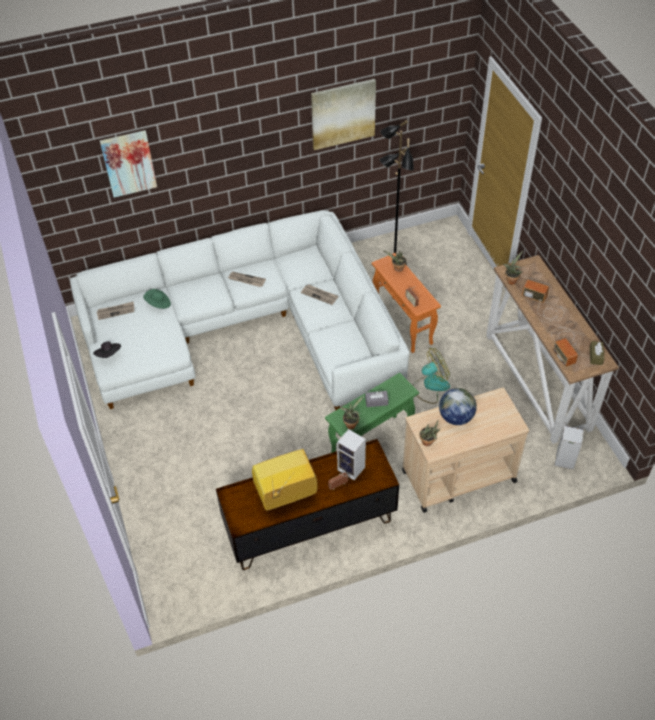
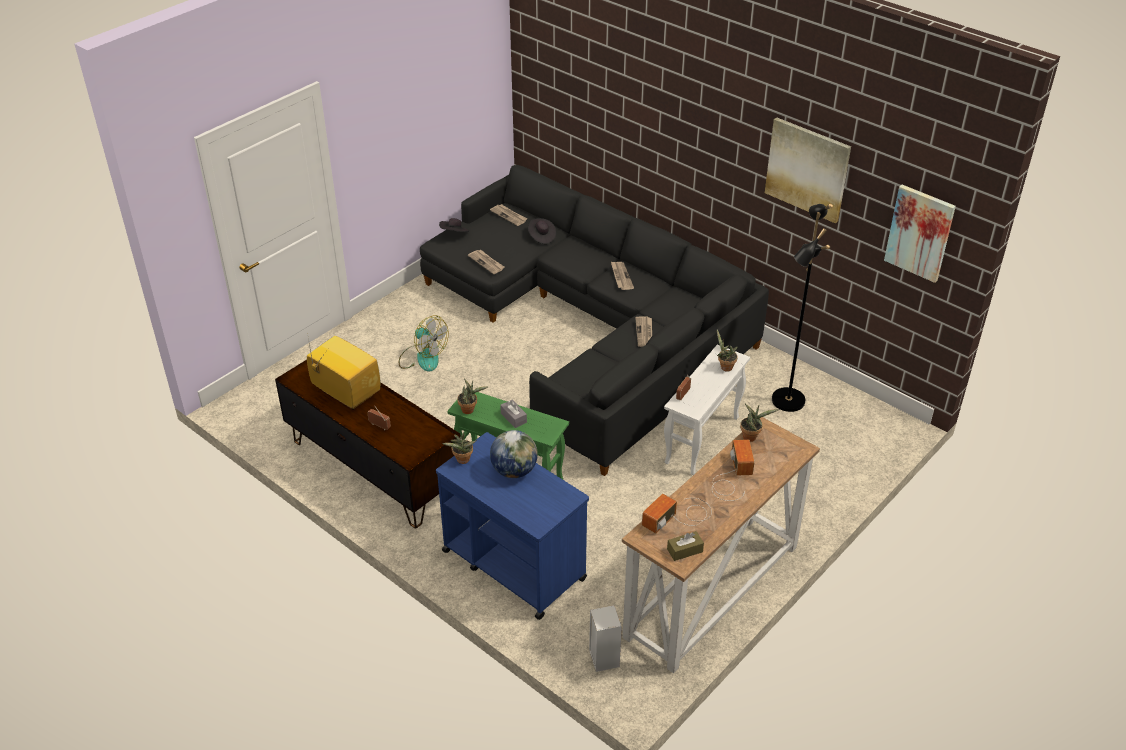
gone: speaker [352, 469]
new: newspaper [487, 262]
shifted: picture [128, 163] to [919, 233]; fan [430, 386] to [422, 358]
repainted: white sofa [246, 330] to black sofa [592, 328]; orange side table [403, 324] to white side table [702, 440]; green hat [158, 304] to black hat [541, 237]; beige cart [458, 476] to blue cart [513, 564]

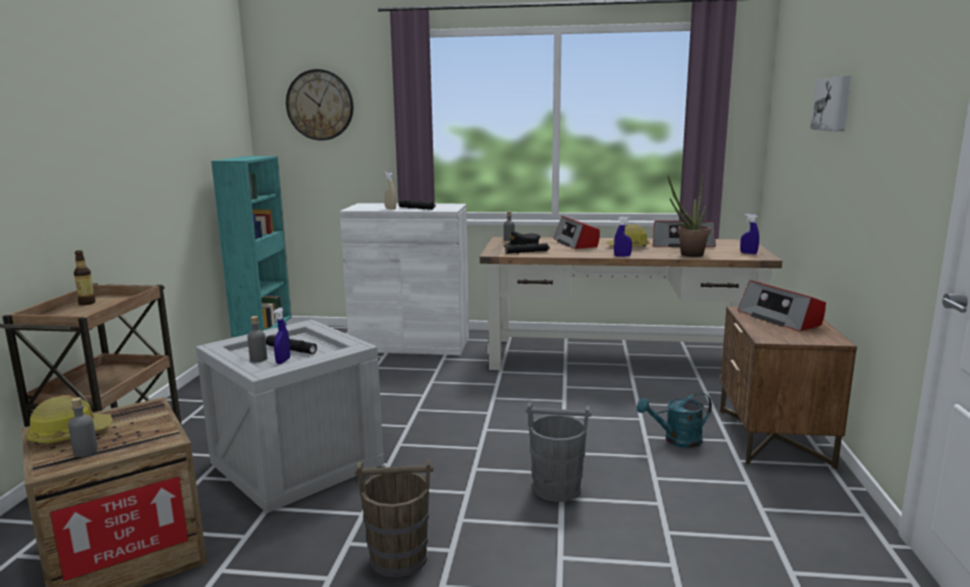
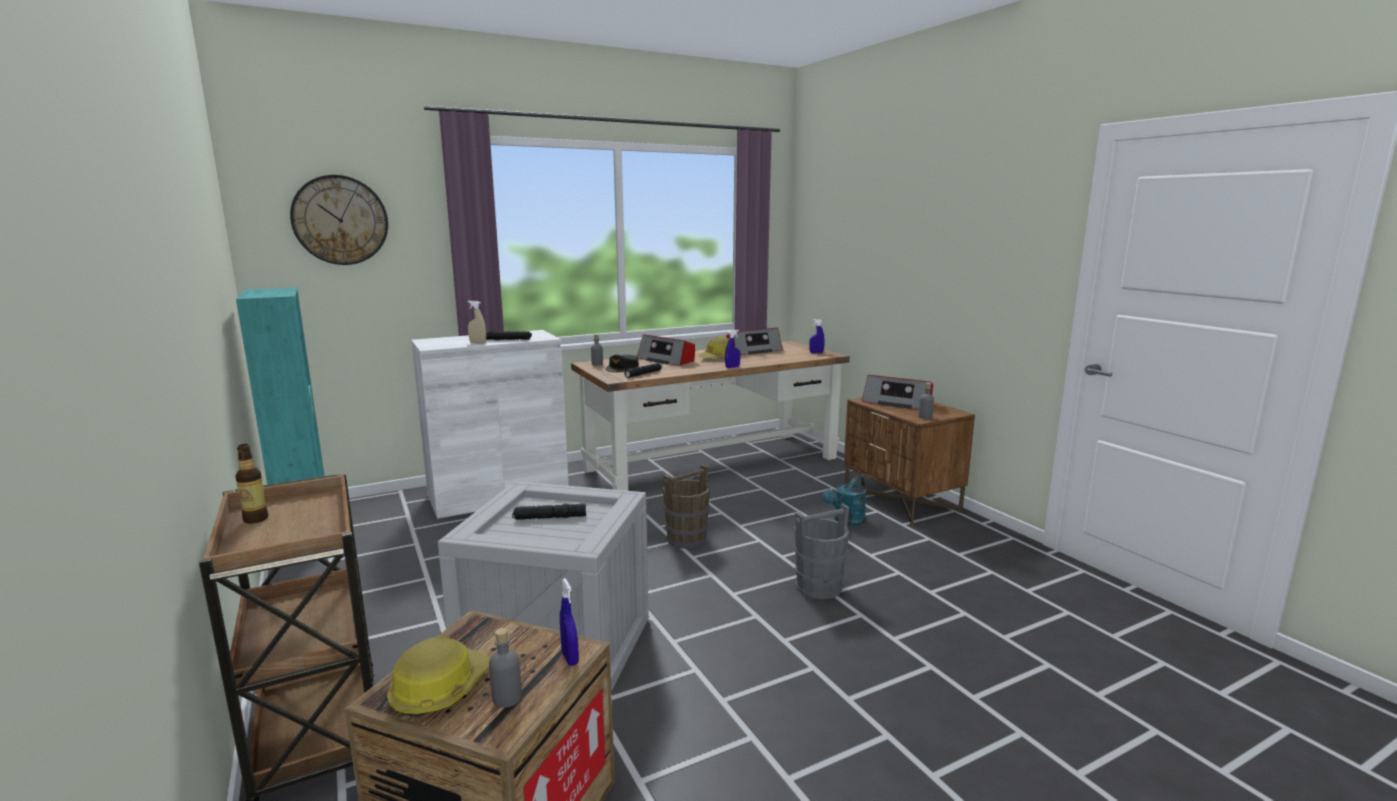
gone: picture [833, 104]; potted plant [688, 255]
shifted: blue spray bottle [283, 361] to [570, 658]; grey bottle [258, 359] to [925, 417]; brown bucket [399, 558] to [687, 539]

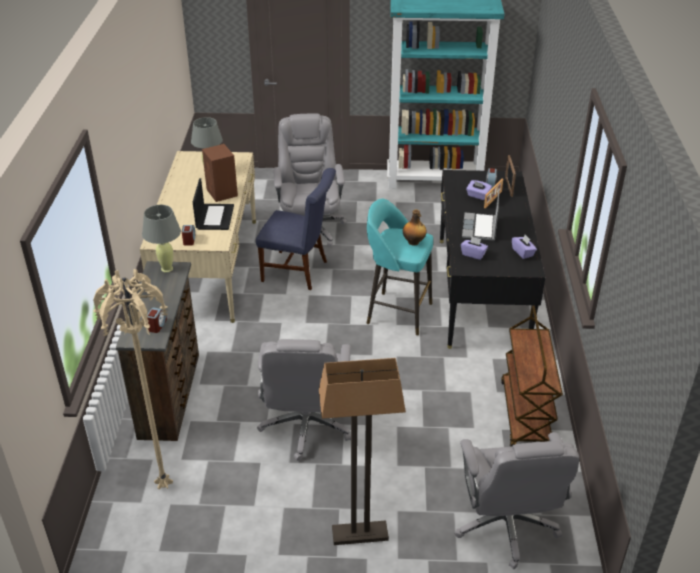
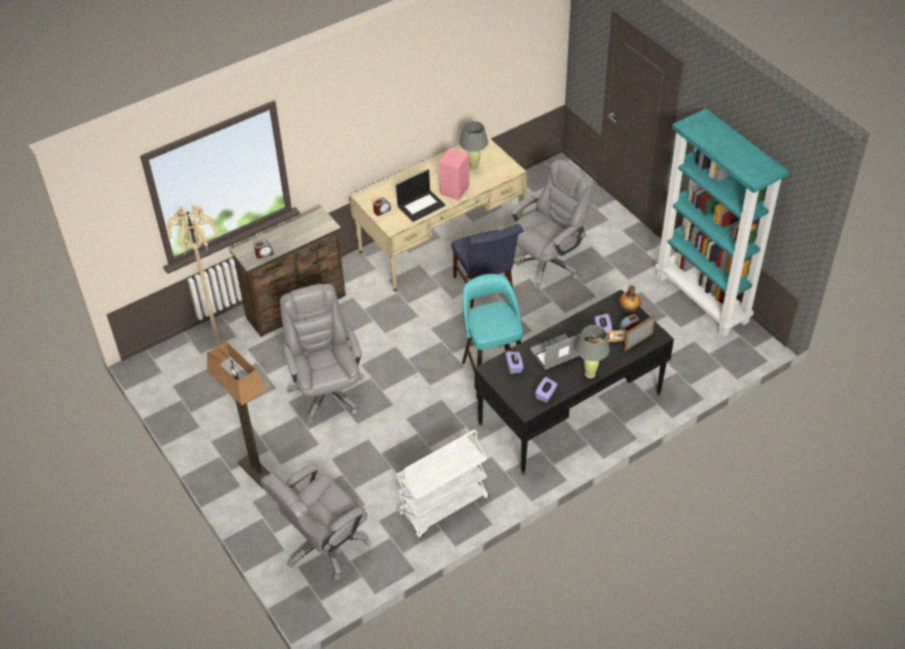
shifted: grey table lamp [167, 269] to [590, 374]; bottle [414, 242] to [628, 310]
repainted: brown speaker [222, 193] to pink speaker [454, 190]; brown cart [526, 415] to white cart [443, 507]
rotated: grey office chair [306, 426] = [326, 391] 105 degrees clockwise

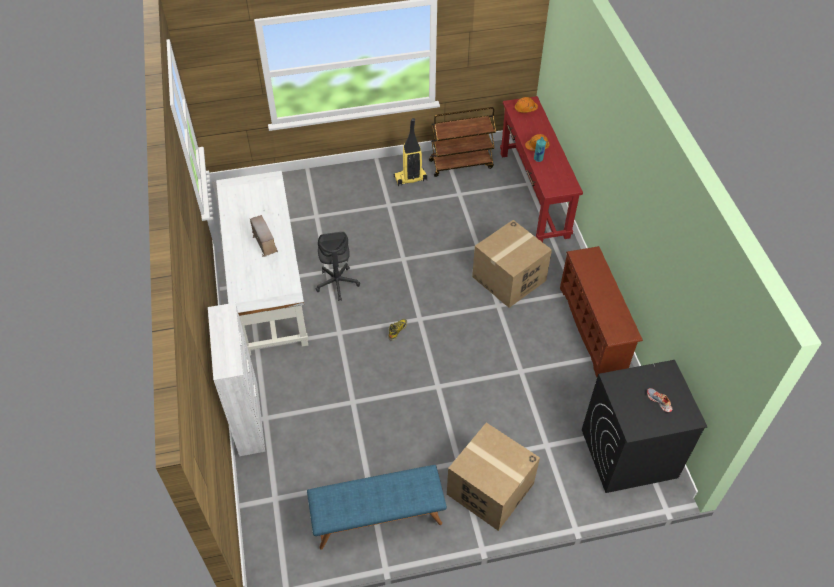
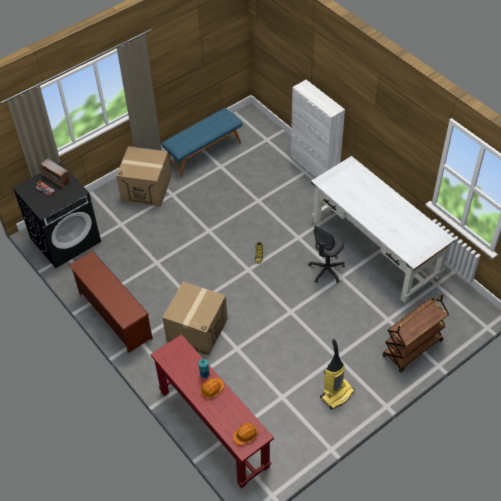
shifted: brown cart [461, 164] to [412, 349]; radio [264, 242] to [57, 178]
rotated: grey office chair [337, 283] = [326, 270] 105 degrees counterclockwise

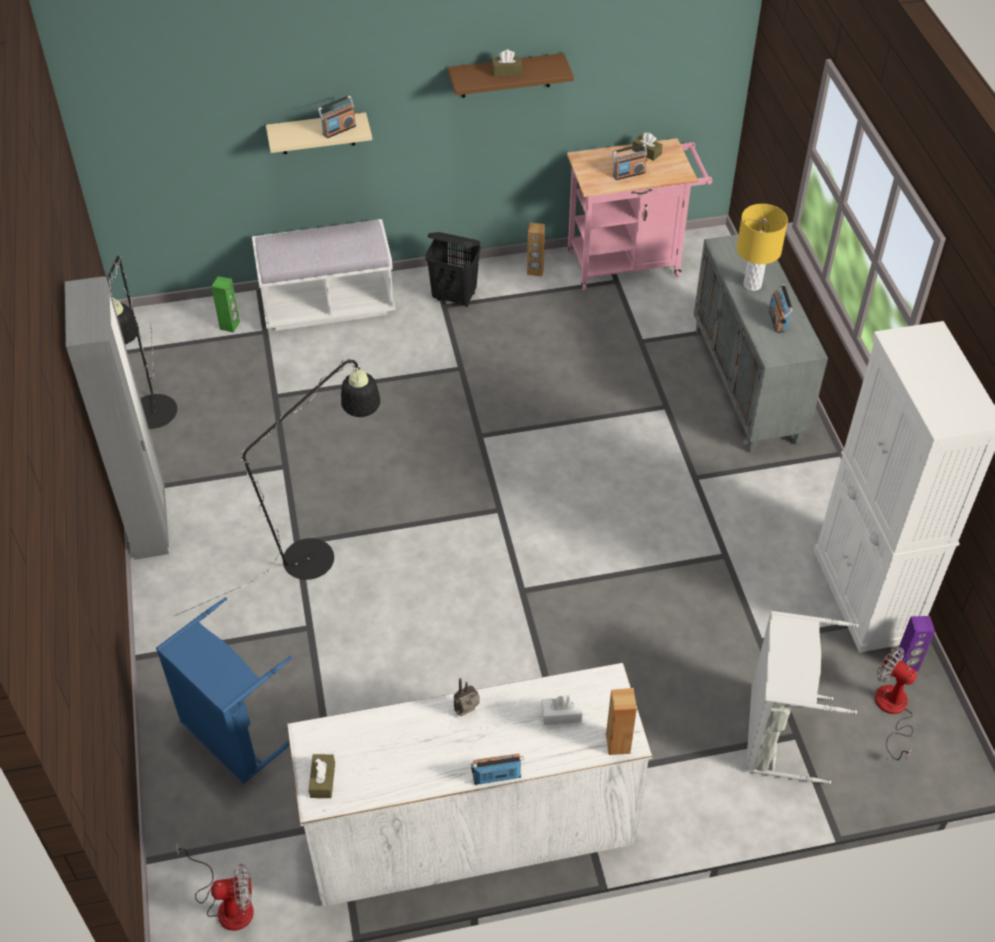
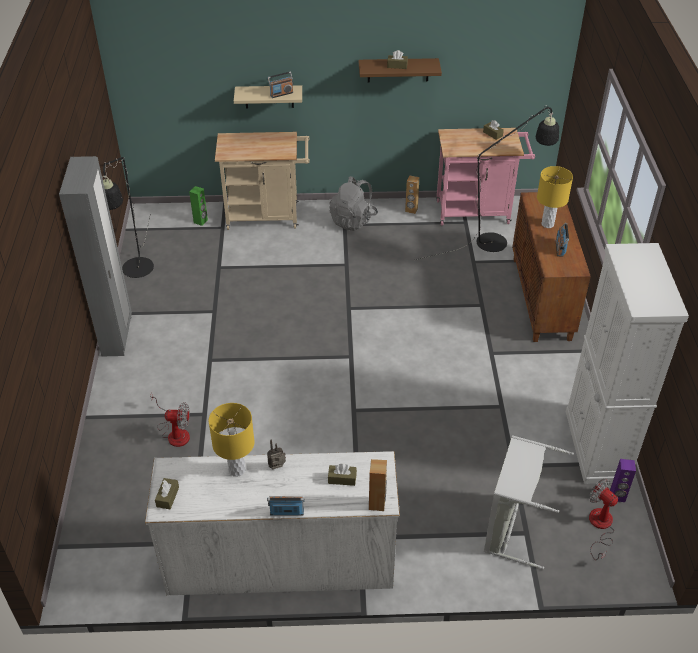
gone: radio [628, 174]; blue laundry basket [233, 735]
new: yellow table lamp [237, 469]
shifted: black floor lamp [321, 553] to [499, 240]; fan [227, 904] to [175, 432]
swapped: white bench [328, 305] to beige cart [267, 216]; black laundry basket [455, 297] to grey backpack [353, 220]
repainted: grey cabinet [747, 386] to brown cabinet [542, 299]; white tissue box [561, 715] to brown tissue box [342, 479]

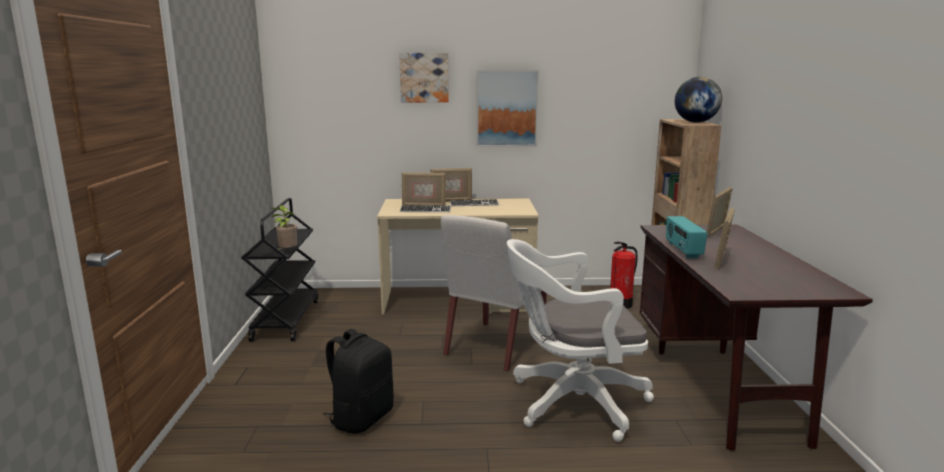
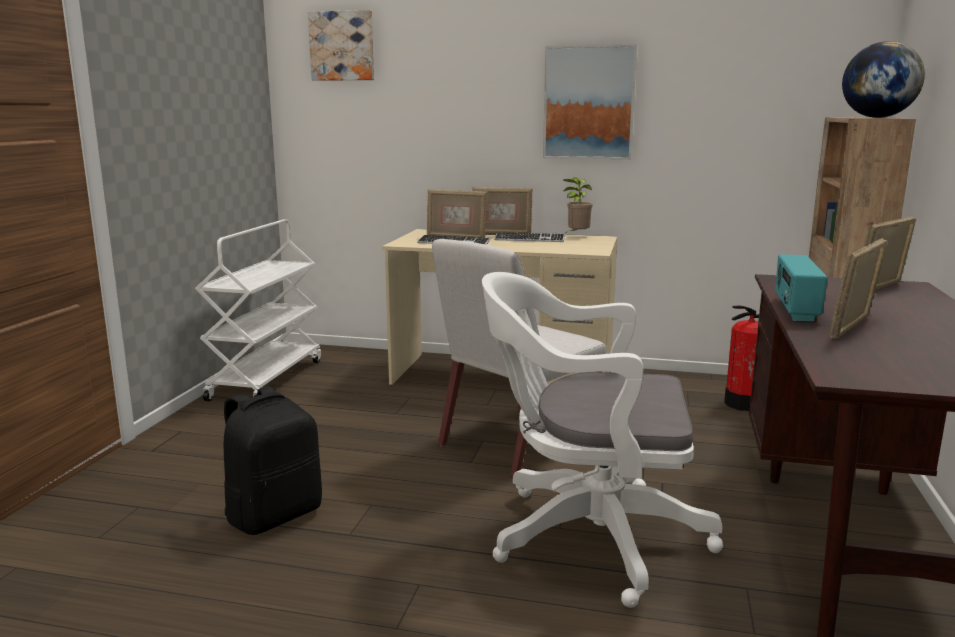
shifted: picture [424, 77] to [342, 46]; potted plant [287, 252] to [577, 236]
repainted: black cart [285, 319] to white cart [266, 379]

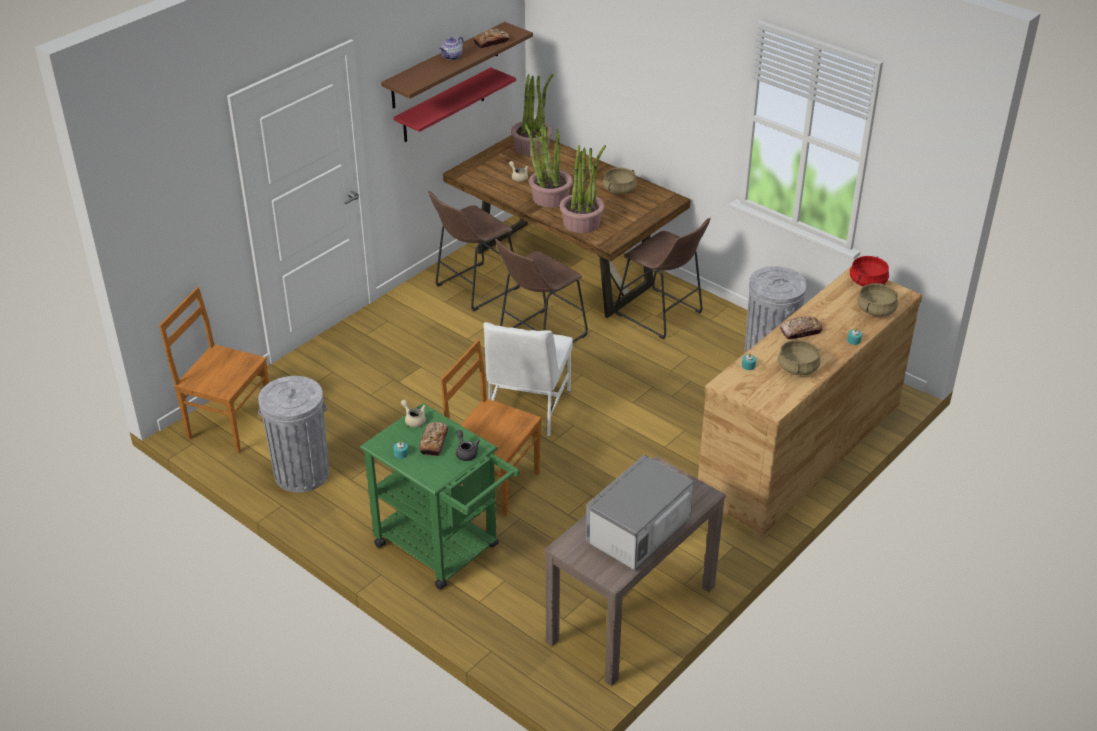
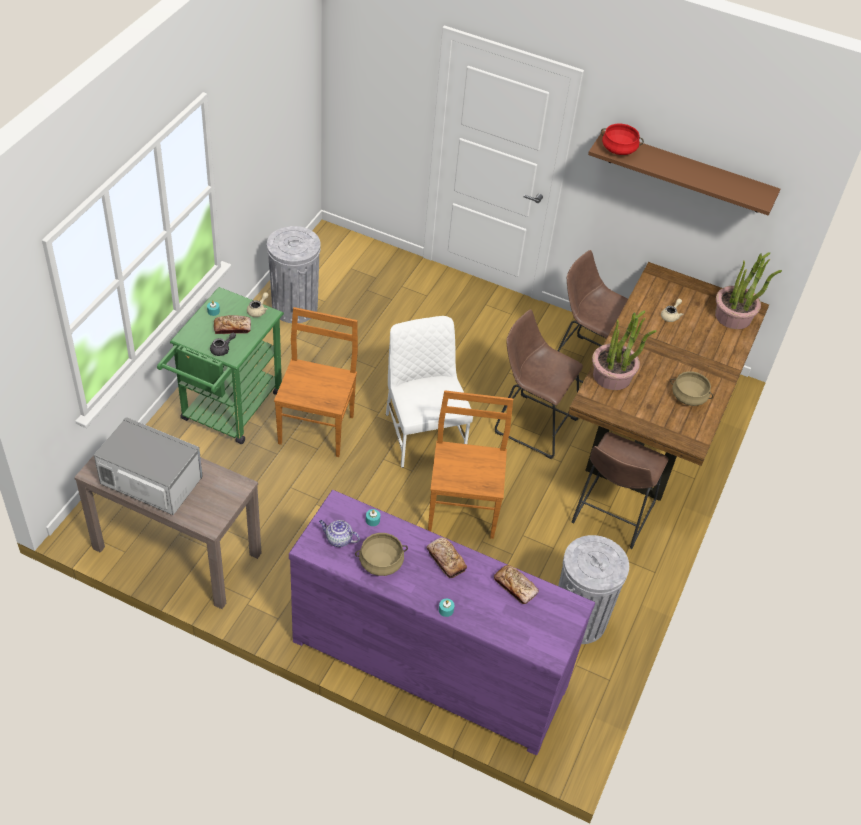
gone: red shelf [444, 106]; potted plant [550, 197]; beige cooking pot [875, 310]
shifted: bread [491, 42] to [515, 587]; teapot [452, 57] to [338, 539]; red cooking pot [867, 282] to [619, 149]; brown chair [228, 424] to [463, 509]
repainted: brown dresser [798, 453] to purple dresser [429, 662]
rotated: white chair [527, 409] = [423, 433] 75 degrees clockwise

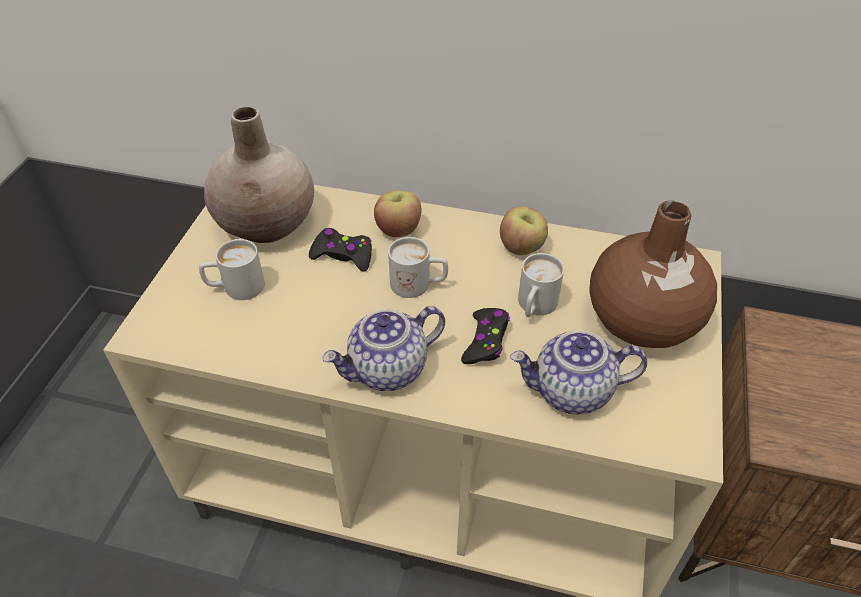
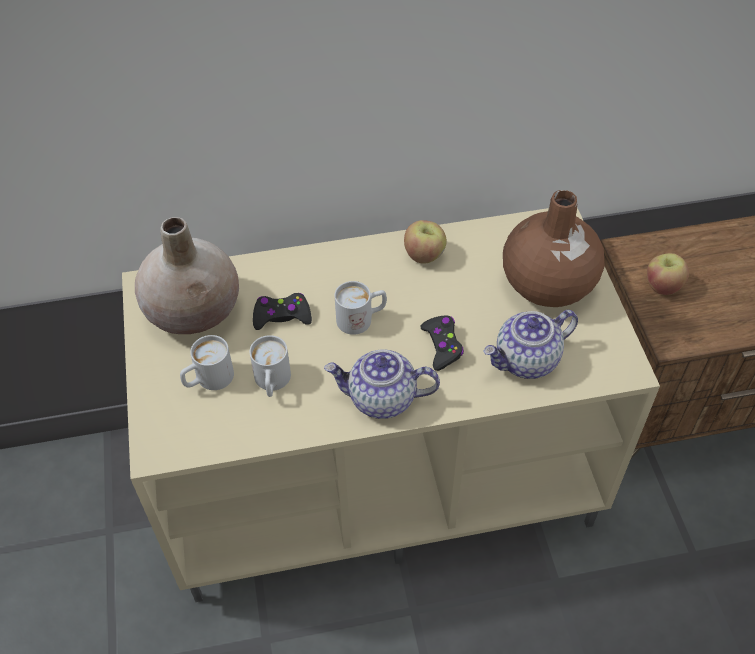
shifted: apple [398, 229] to [662, 286]; white mug [534, 307] to [272, 383]
rotated: teapot [388, 370] = [381, 399] 60 degrees clockwise

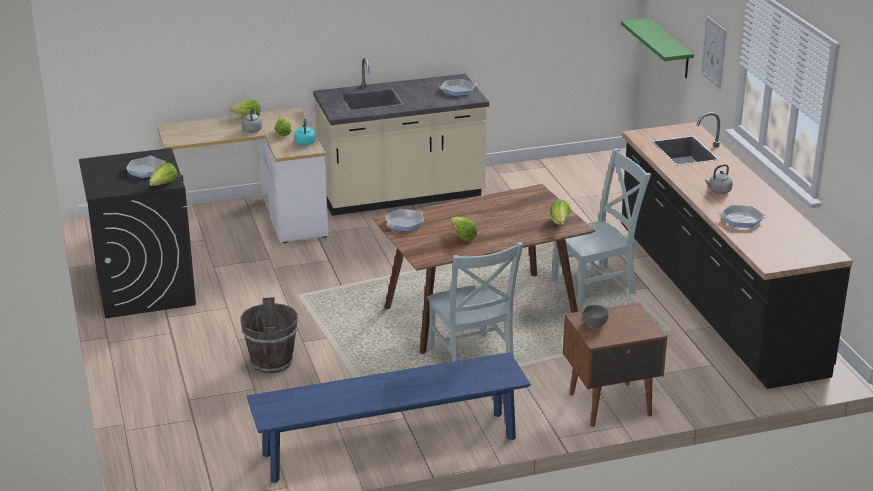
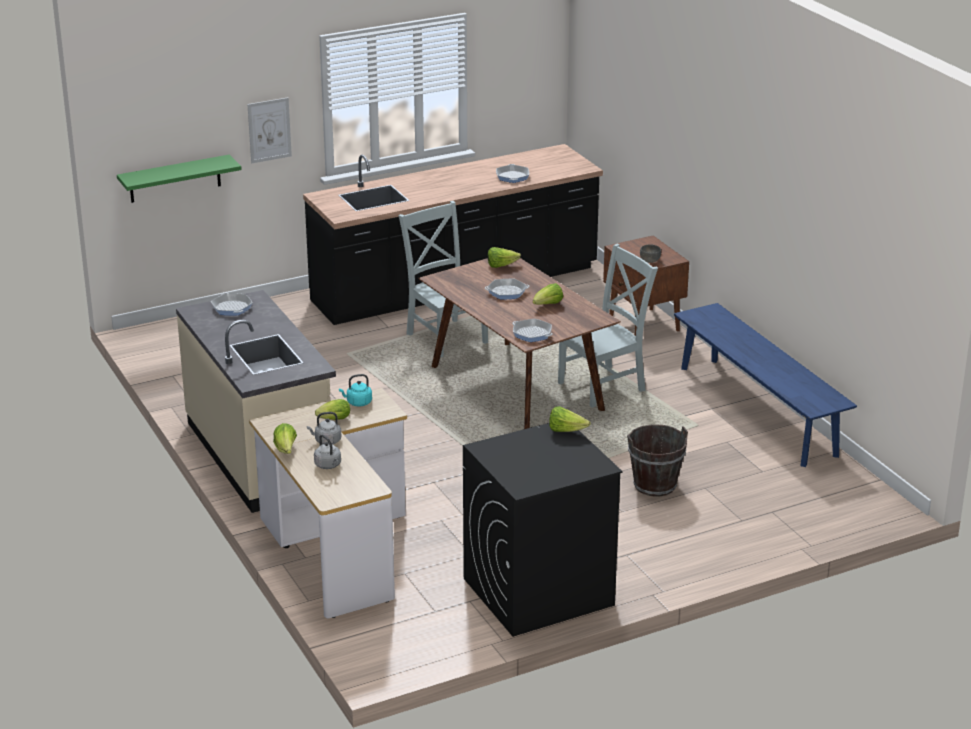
shifted: frying pan [146, 170] to [507, 292]; grey kettle [718, 191] to [328, 465]

